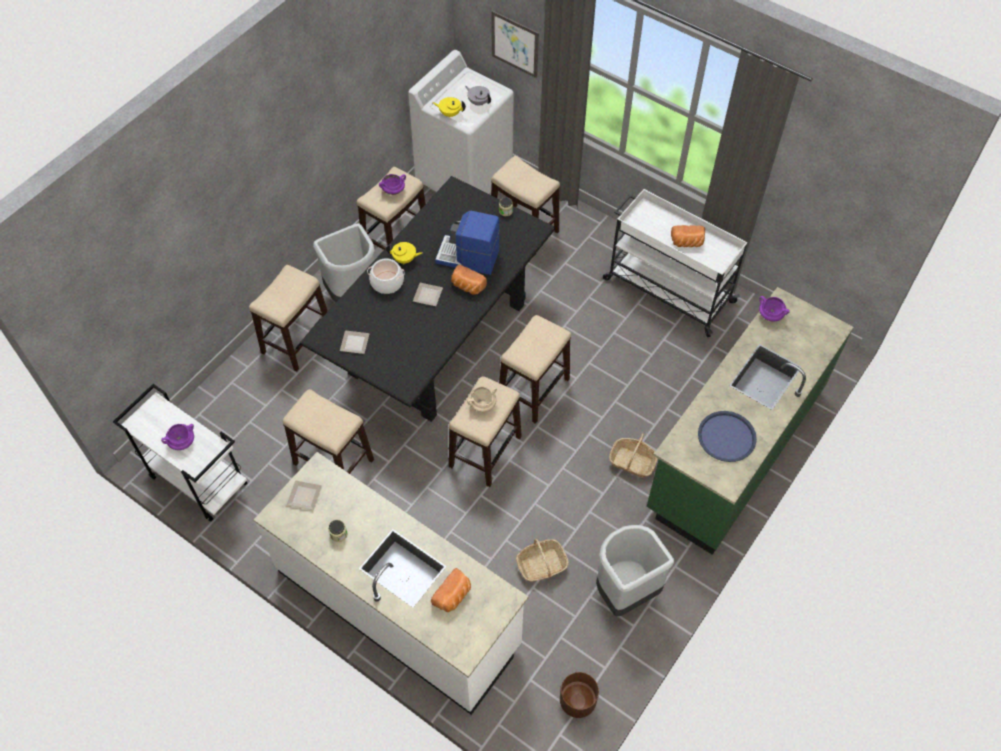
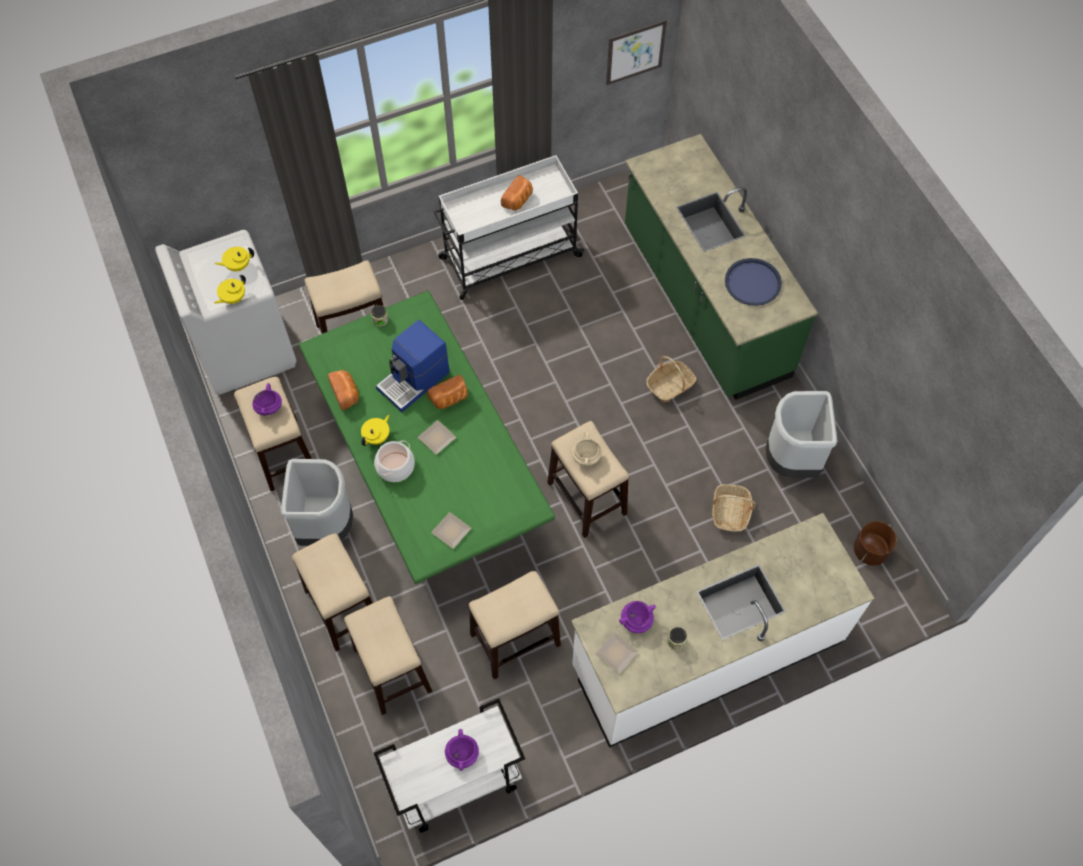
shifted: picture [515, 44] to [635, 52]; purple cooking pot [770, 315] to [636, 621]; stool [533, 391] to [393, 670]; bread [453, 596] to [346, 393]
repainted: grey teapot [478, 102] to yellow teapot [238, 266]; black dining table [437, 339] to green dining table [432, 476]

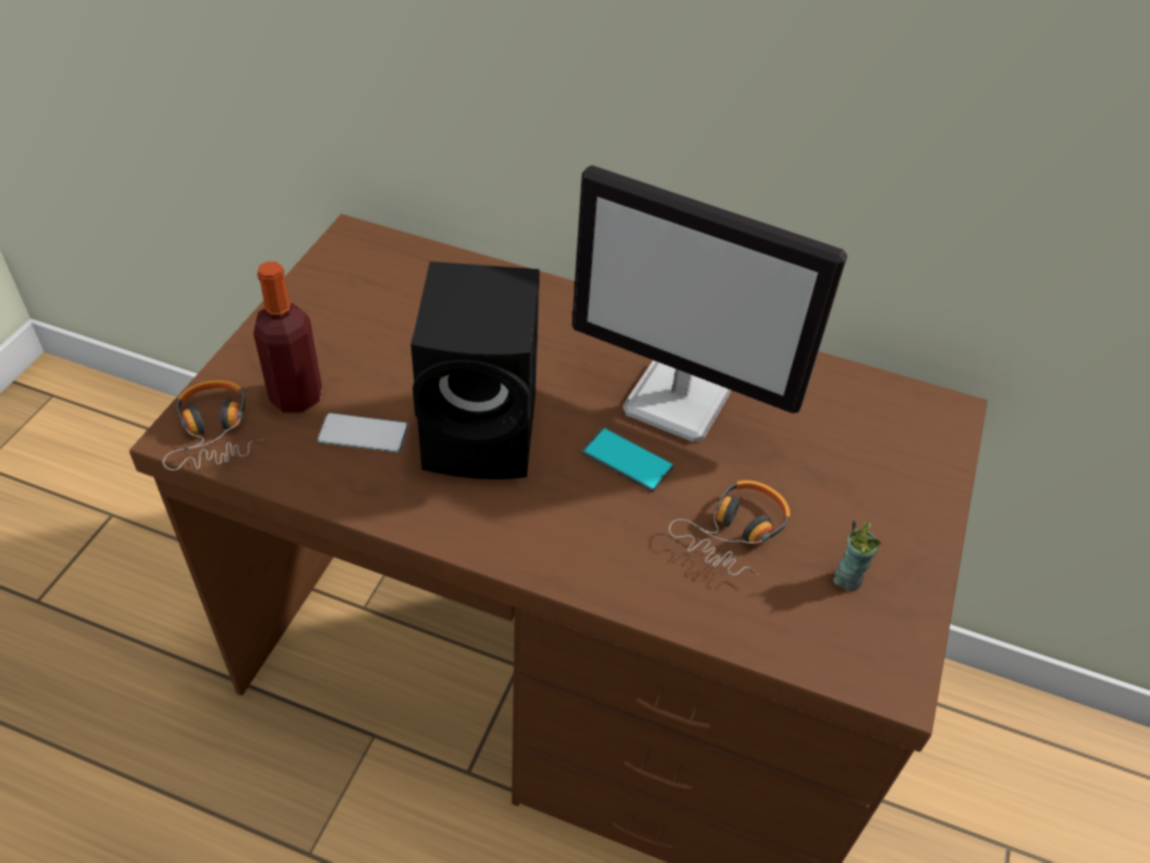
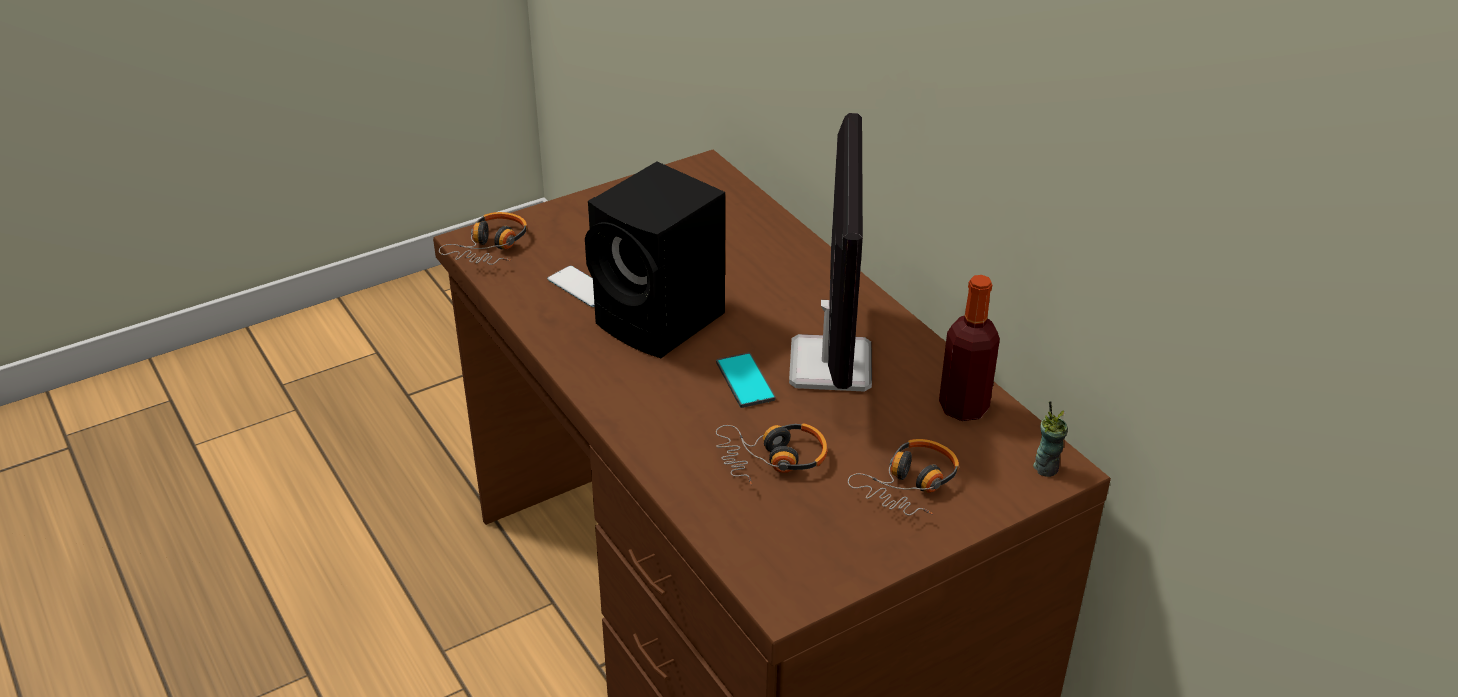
new: headphones [910, 486]
shifted: bottle [296, 396] to [963, 407]; cup [847, 579] to [1046, 468]
rotated: monitor [679, 402] = [830, 364] 150 degrees counterclockwise

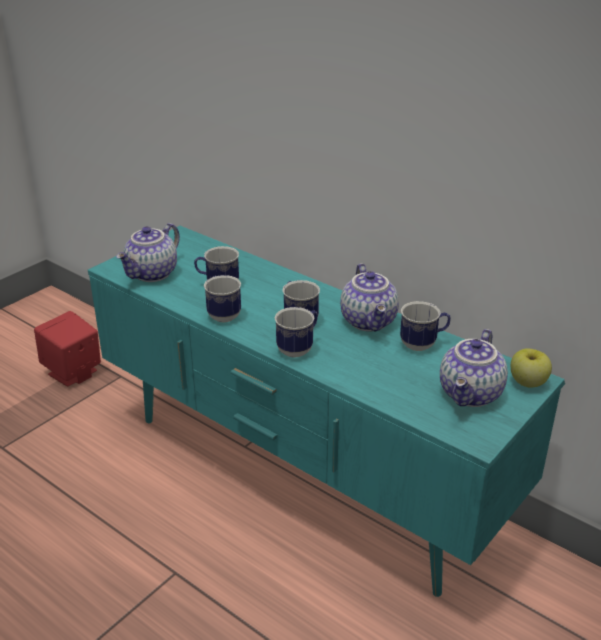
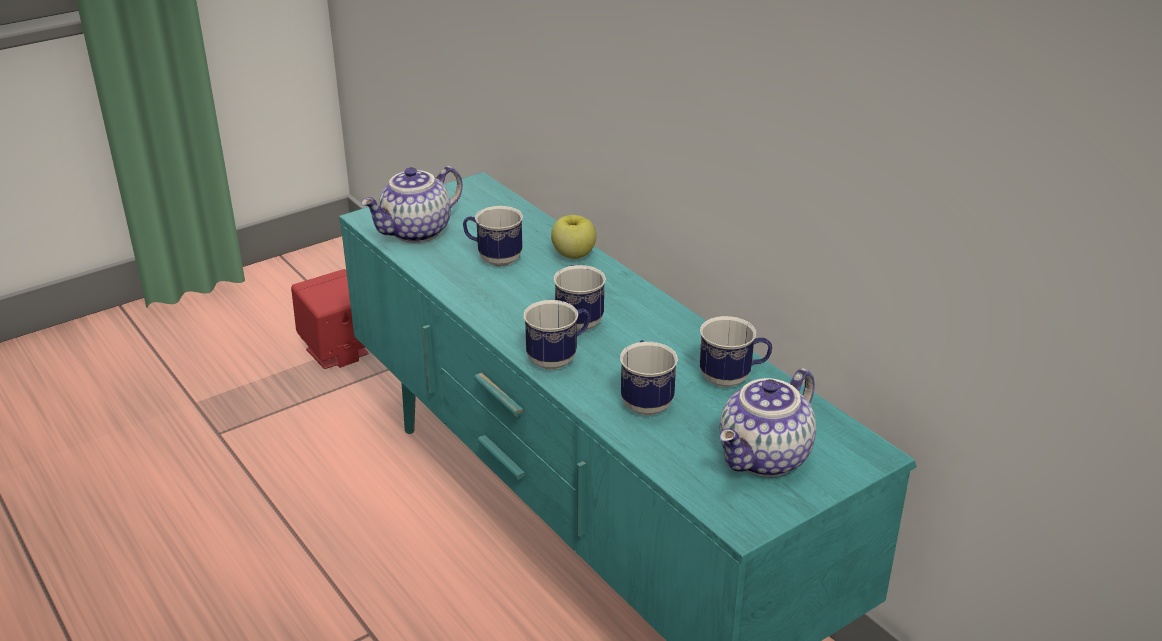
gone: teapot [370, 321]
shifted: mug [222, 314] to [645, 400]; apple [527, 382] to [573, 254]

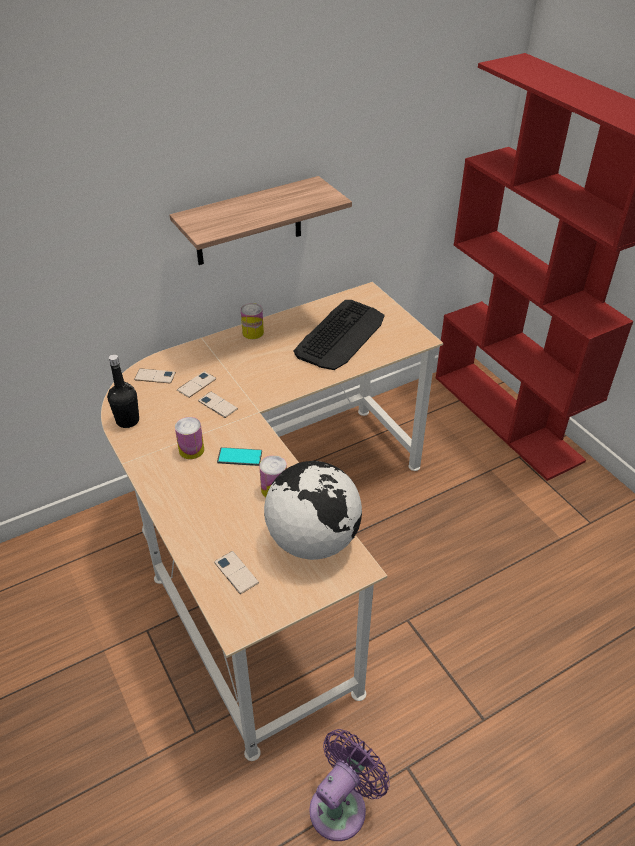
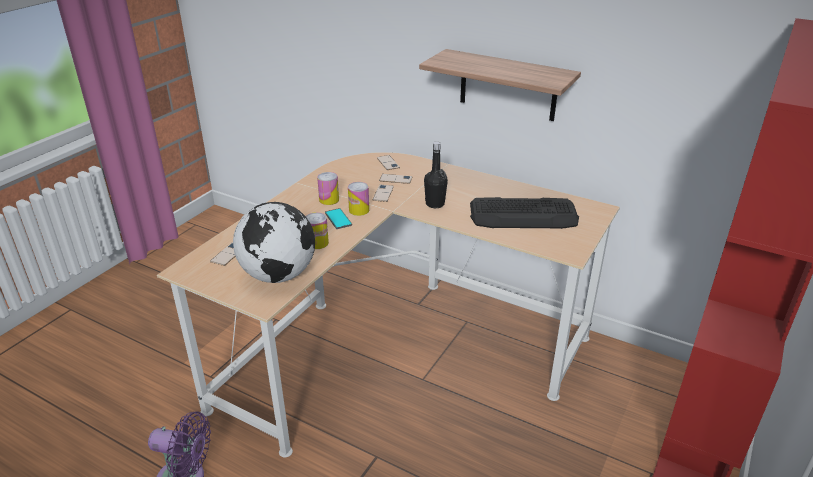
shifted: can [253, 333] to [359, 210]; black bottle [128, 421] to [435, 204]

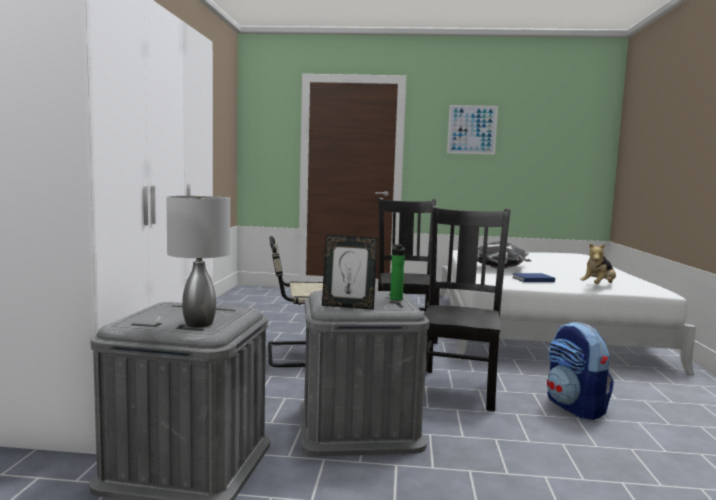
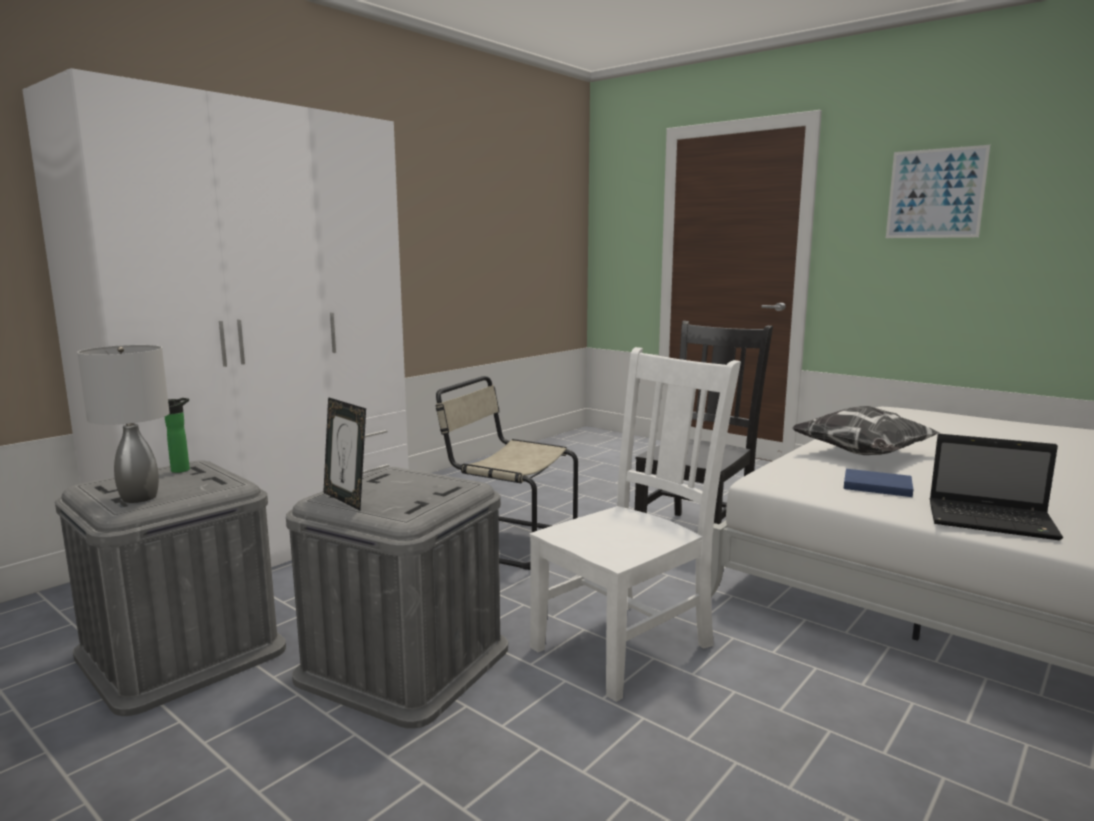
gone: backpack [575, 407]
shifted: bottle [395, 298] to [183, 469]
swapped: plush toy [598, 286] to laptop [993, 521]
repainted: black chair [458, 387] to white chair [627, 644]

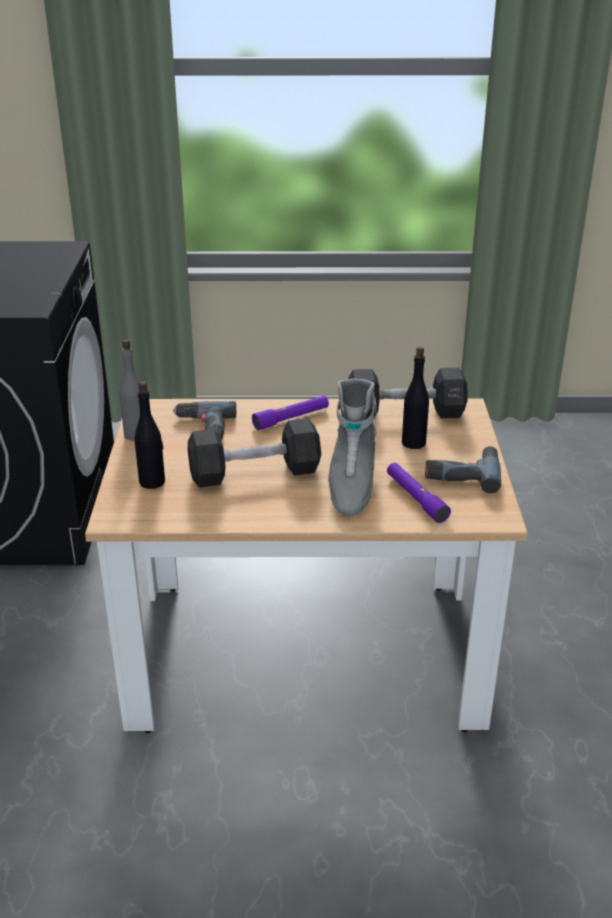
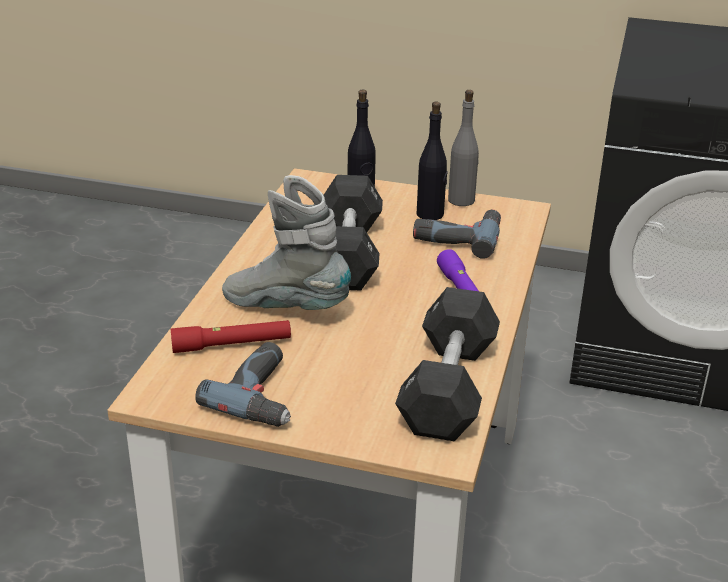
shifted: black bottle [413, 443] to [430, 214]
repainted: purple flashlight [416, 498] to red flashlight [232, 344]

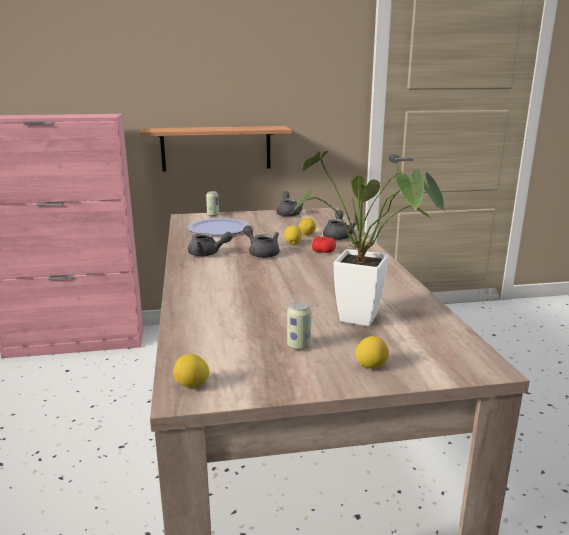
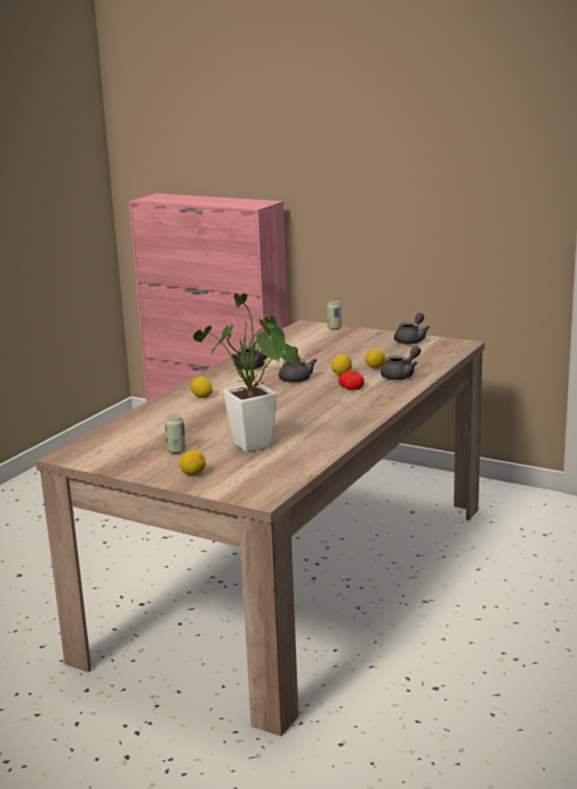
gone: shelf [216, 148]; plate [218, 229]
shifted: lemon [192, 385] to [202, 397]

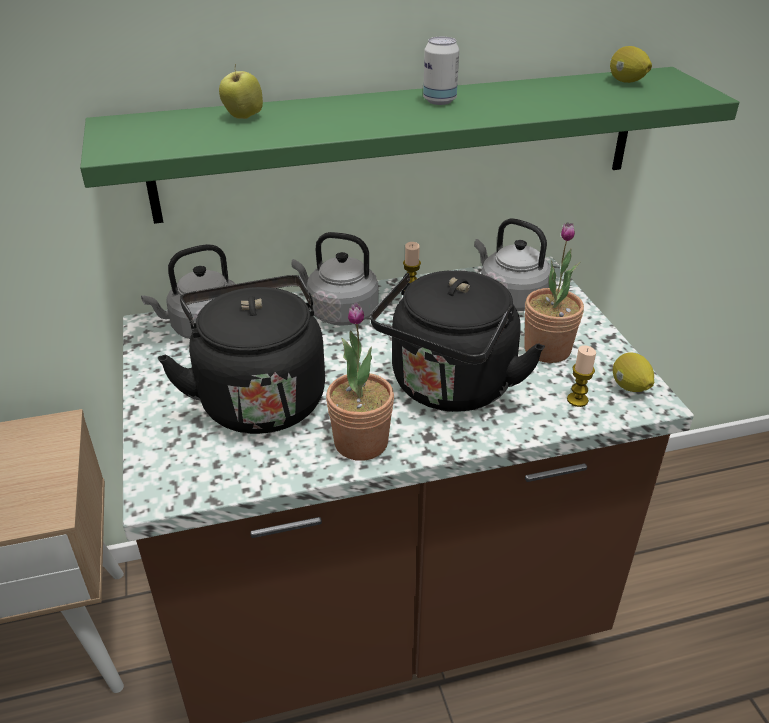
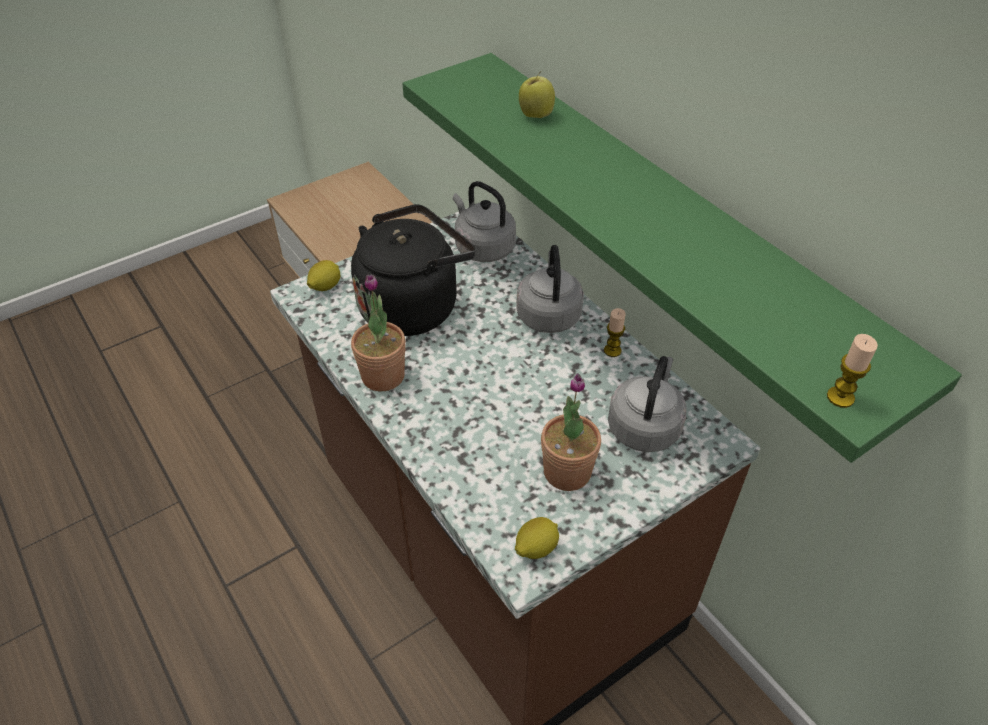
gone: can [439, 101]; black kettle [449, 389]
shifted: lemon [626, 82] to [325, 287]; candle [577, 400] to [840, 397]

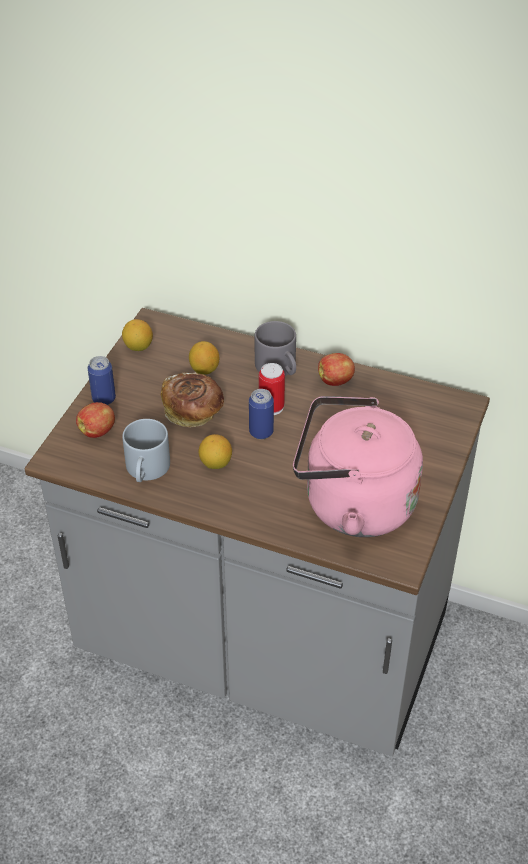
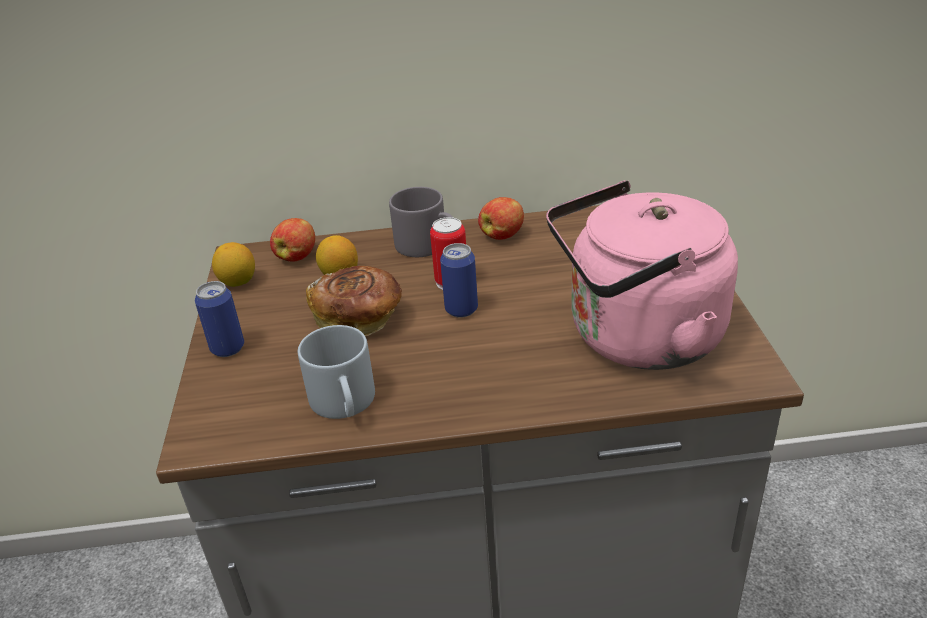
gone: lemon [215, 463]
shifted: apple [98, 431] to [297, 256]

